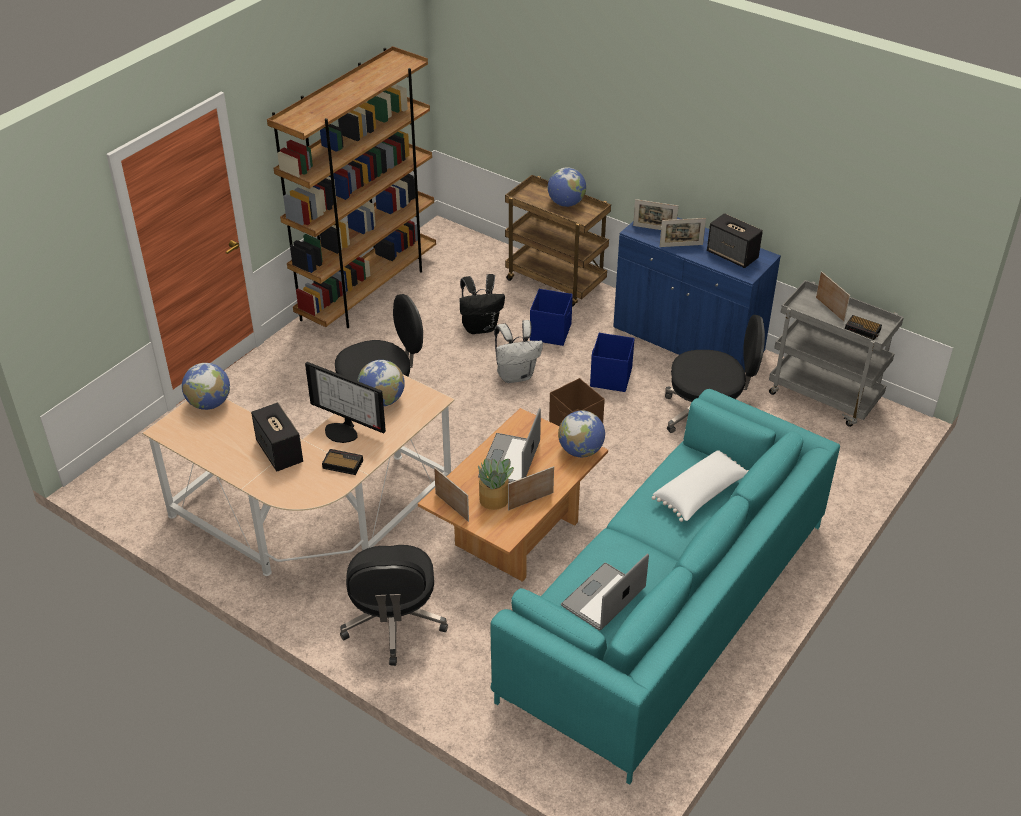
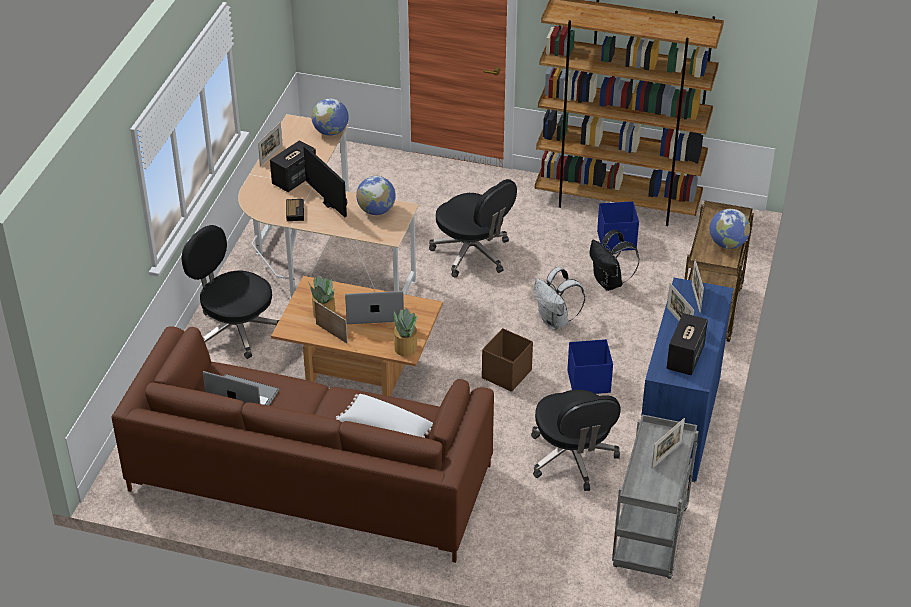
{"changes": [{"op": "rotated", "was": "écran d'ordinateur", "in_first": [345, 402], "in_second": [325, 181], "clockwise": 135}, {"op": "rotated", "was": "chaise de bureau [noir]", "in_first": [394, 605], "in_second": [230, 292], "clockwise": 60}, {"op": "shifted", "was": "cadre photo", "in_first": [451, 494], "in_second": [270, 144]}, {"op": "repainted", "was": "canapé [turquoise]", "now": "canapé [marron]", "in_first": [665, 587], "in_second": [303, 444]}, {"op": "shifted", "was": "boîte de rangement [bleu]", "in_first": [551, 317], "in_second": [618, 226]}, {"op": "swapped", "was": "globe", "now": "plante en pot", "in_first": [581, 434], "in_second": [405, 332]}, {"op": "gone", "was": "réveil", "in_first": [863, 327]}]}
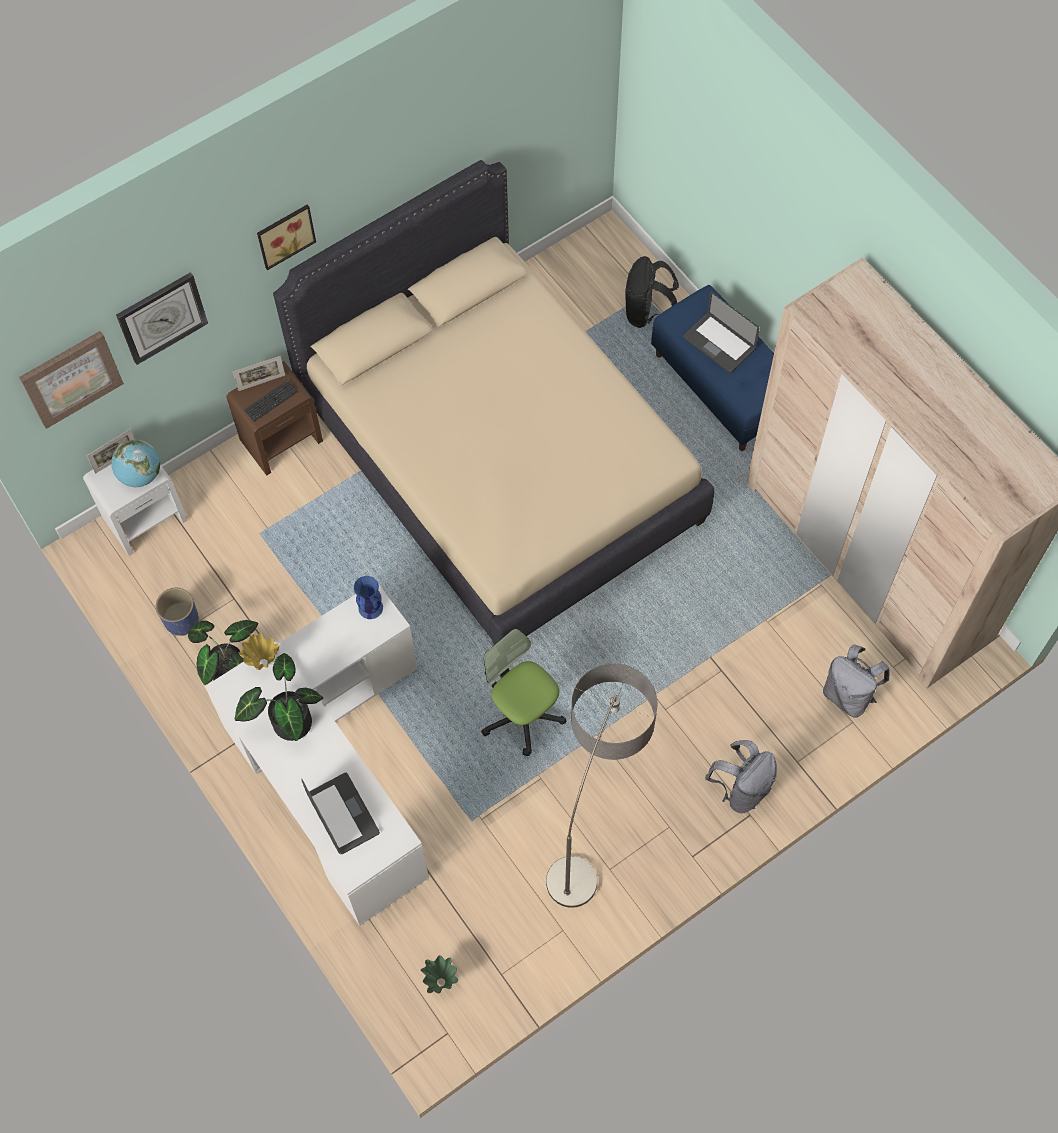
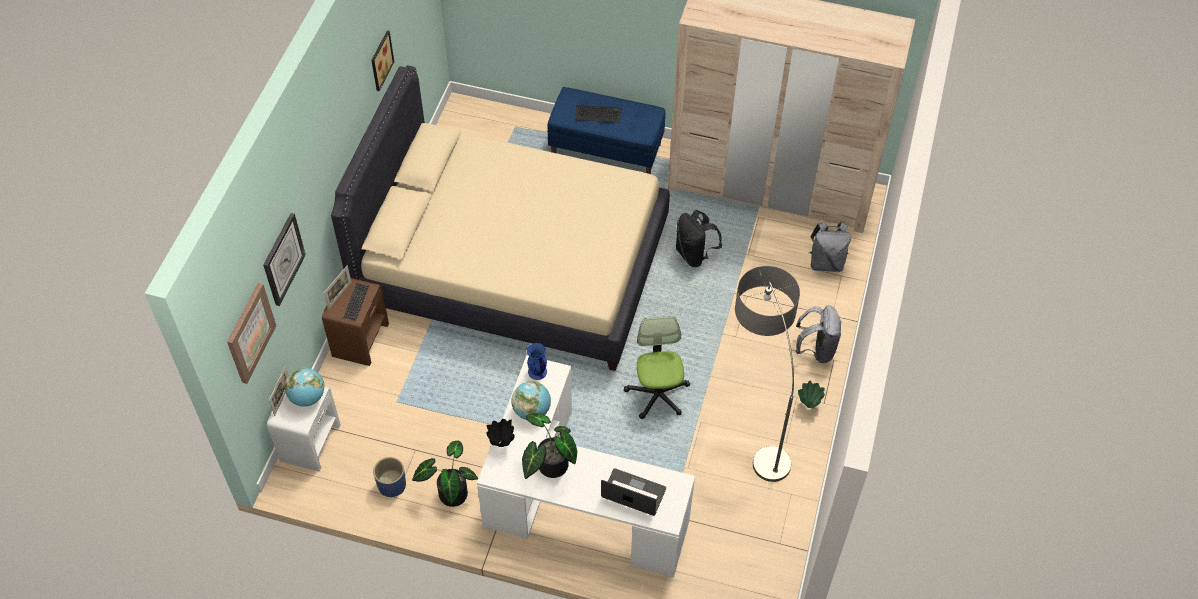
{"changes": [{"op": "repainted", "was": "vase [jaune]", "now": "vase [noir]", "in_first": [258, 652], "in_second": [500, 433]}, {"op": "shifted", "was": "tableau", "in_first": [286, 237], "in_second": [382, 61]}, {"op": "shifted", "was": "vase [vert]", "in_first": [439, 974], "in_second": [811, 394]}, {"op": "rotated", "was": "chaise de bureau", "in_first": [523, 692], "in_second": [657, 367], "clockwise": 75}, {"op": "shifted", "was": "sac à dos [noir]", "in_first": [652, 292], "in_second": [699, 238]}, {"op": "swapped", "was": "ordinateur portable", "now": "clavier", "in_first": [721, 332], "in_second": [599, 114]}, {"op": "new", "now": "globe", "in_second": [531, 400]}]}
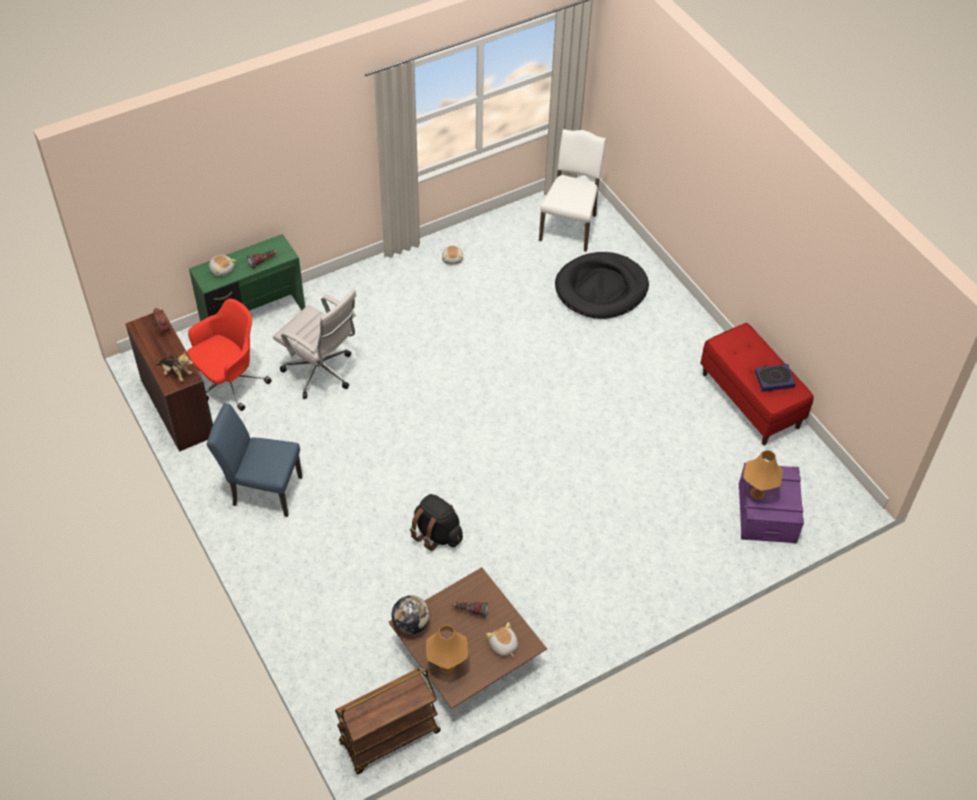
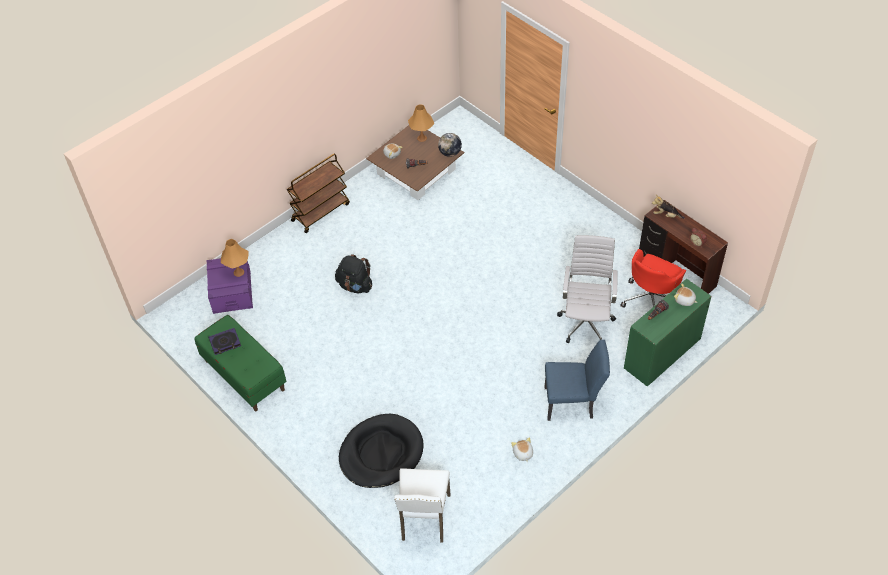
{"changes": [{"op": "shifted", "was": "chaise [bleu]", "in_first": [255, 460], "in_second": [577, 380]}, {"op": "rotated", "was": "chaise de bureau [blanc]", "in_first": [315, 344], "in_second": [587, 289], "clockwise": 75}, {"op": "shifted", "was": "chariot [marron]", "in_first": [388, 721], "in_second": [318, 193]}, {"op": "shifted", "was": "sac à dos [noir]", "in_first": [436, 522], "in_second": [353, 273]}, {"op": "repainted", "was": "banc [rouge]", "now": "banc [vert]", "in_first": [757, 384], "in_second": [240, 363]}]}
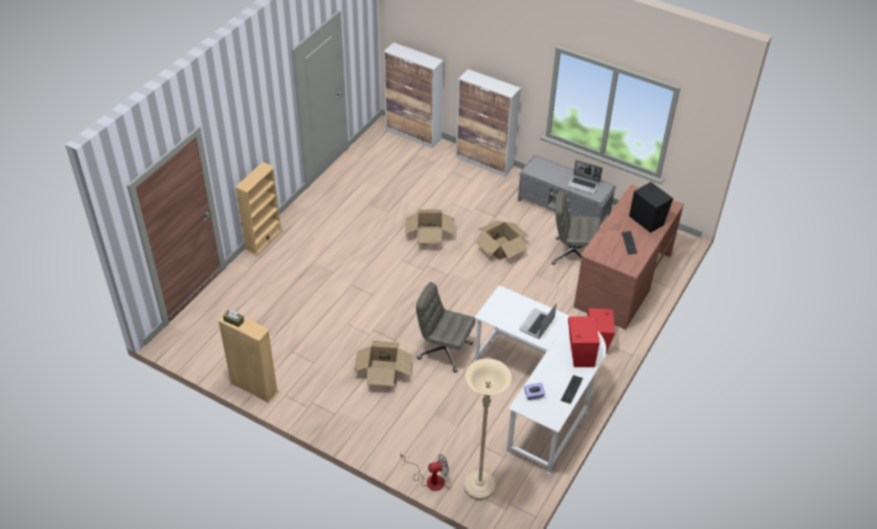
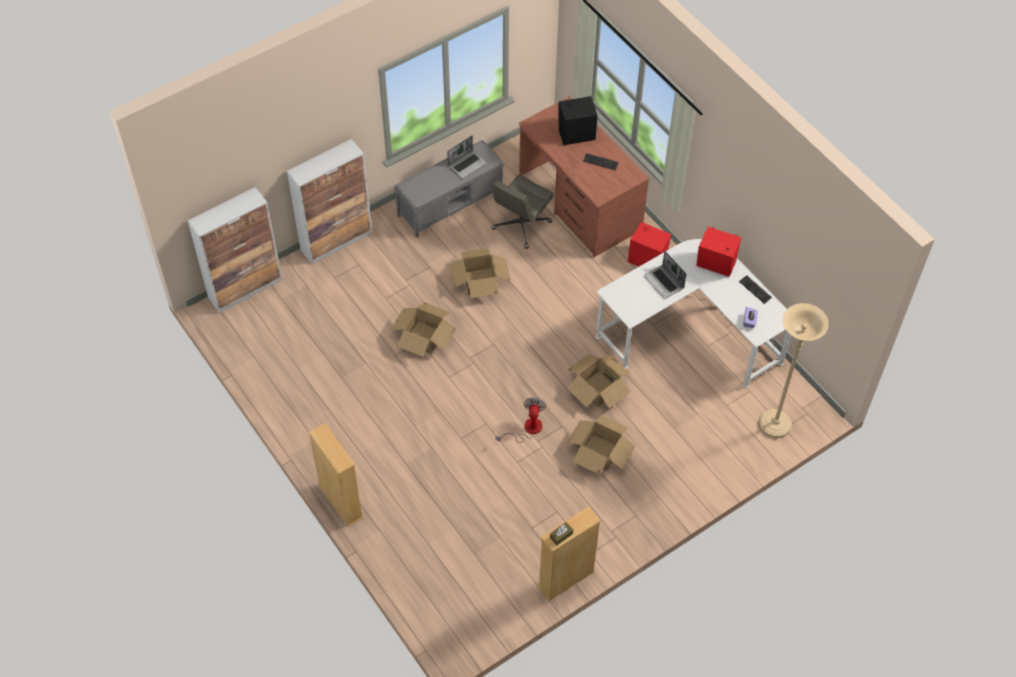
{"changes": [{"op": "shifted", "was": "ventilateur", "in_first": [424, 471], "in_second": [520, 420]}, {"op": "swapped", "was": "chaise de bureau [gris]", "now": "carton", "in_first": [446, 327], "in_second": [599, 381]}]}
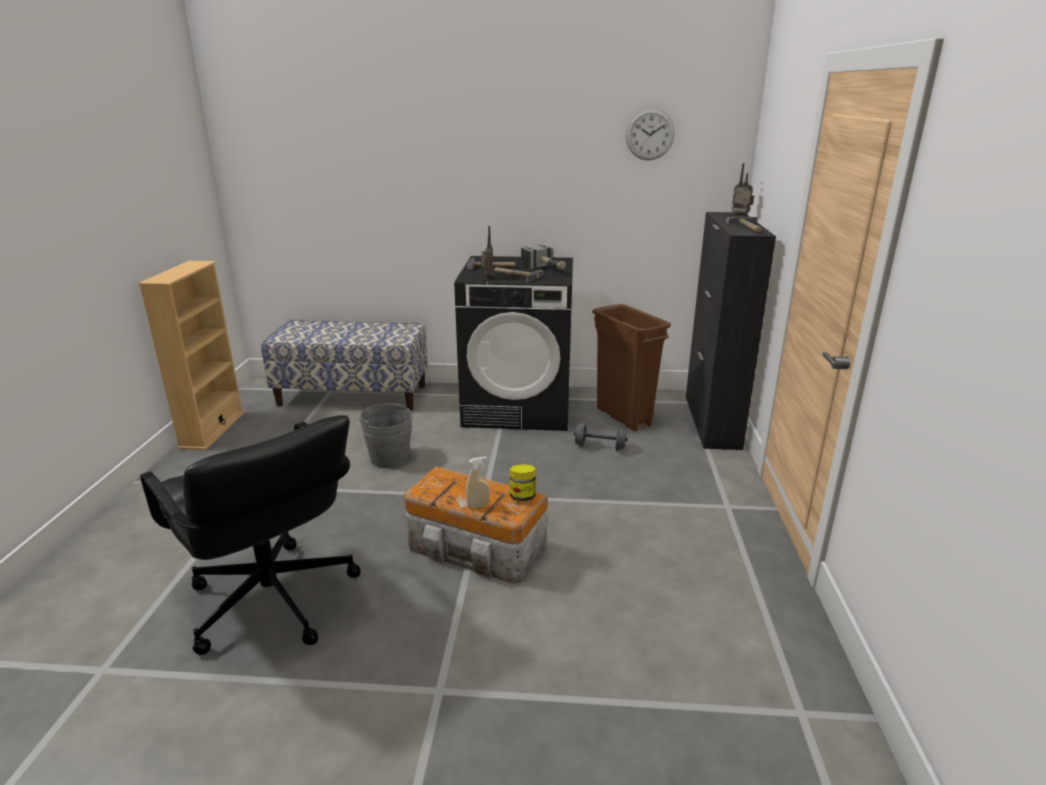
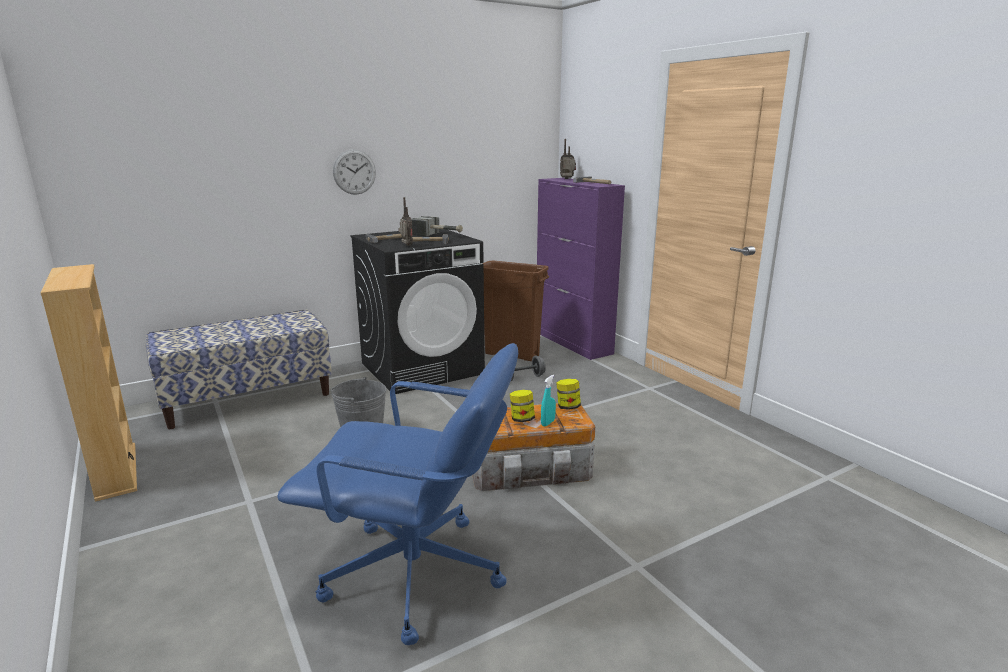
{"changes": [{"op": "repainted", "was": "chaise de bureau [noir]", "now": "chaise de bureau [bleu]", "in_first": [250, 535], "in_second": [397, 494]}, {"op": "repainted", "was": "vaporisateur [beige]", "now": "vaporisateur [turquoise]", "in_first": [478, 483], "in_second": [548, 400]}, {"op": "shifted", "was": "horloge murale", "in_first": [650, 134], "in_second": [354, 172]}, {"op": "repainted", "was": "meuble de rangement [noir]", "now": "meuble de rangement [violet]", "in_first": [731, 331], "in_second": [581, 269]}, {"op": "new", "now": "bocal", "in_second": [522, 406]}]}
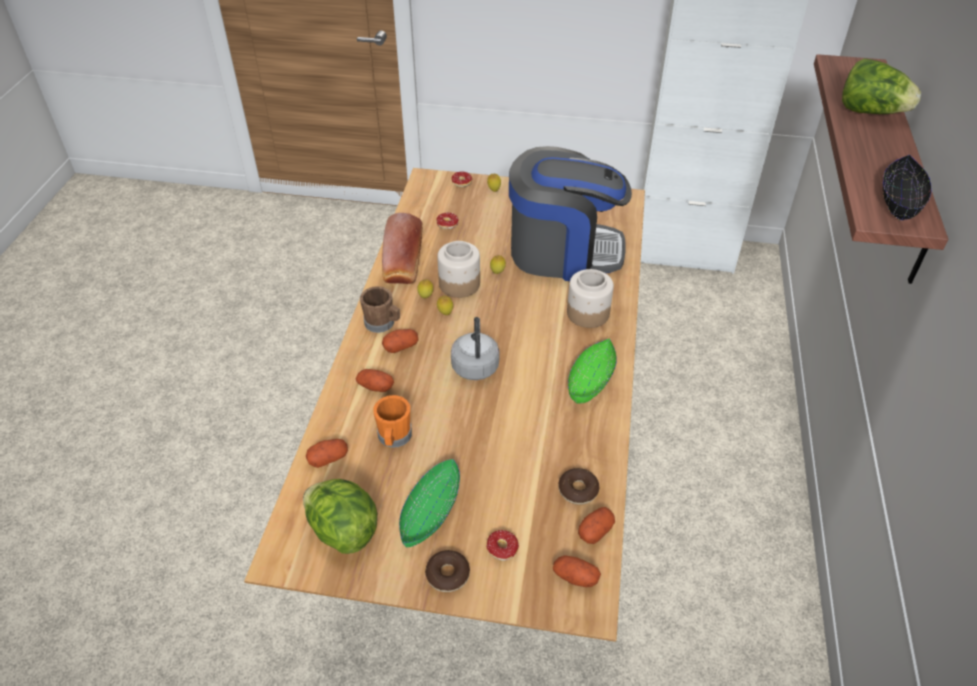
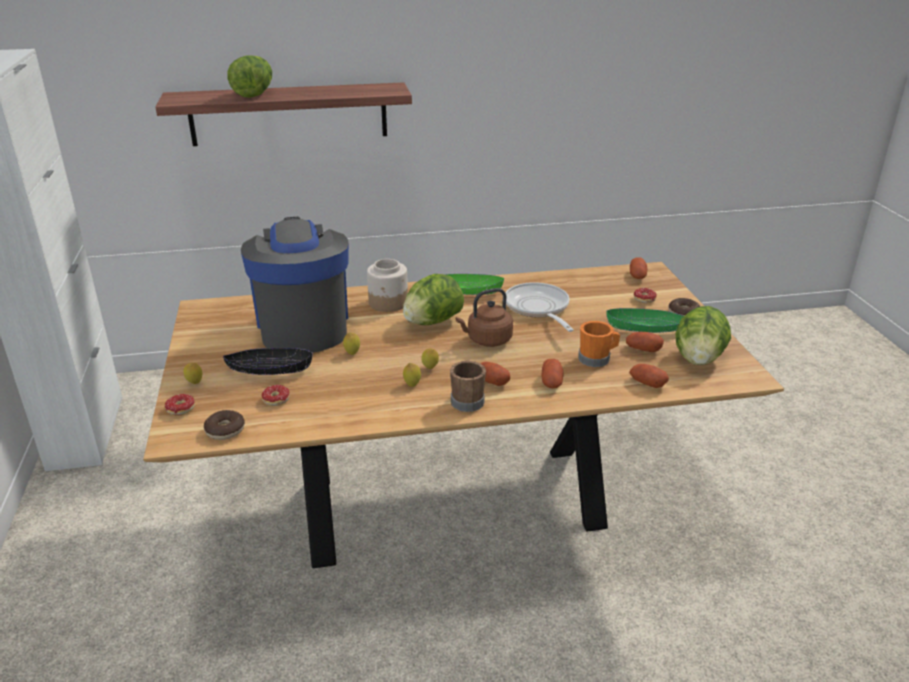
{"changes": [{"op": "gone", "was": "pain", "in_first": [402, 248]}, {"op": "gone", "was": "bocal", "in_first": [458, 269]}, {"op": "repainted", "was": "bouilloire [gris]", "now": "bouilloire [marron]", "in_first": [475, 348], "in_second": [484, 317]}, {"op": "shifted", "was": "beignet", "in_first": [579, 486], "in_second": [224, 425]}, {"op": "shifted", "was": "pomme de terre", "in_first": [596, 525], "in_second": [645, 342]}, {"op": "shifted", "was": "bol [noir]", "in_first": [907, 188], "in_second": [268, 361]}, {"op": "new", "now": "laitue", "in_second": [433, 299]}, {"op": "new", "now": "poêle", "in_second": [539, 307]}]}
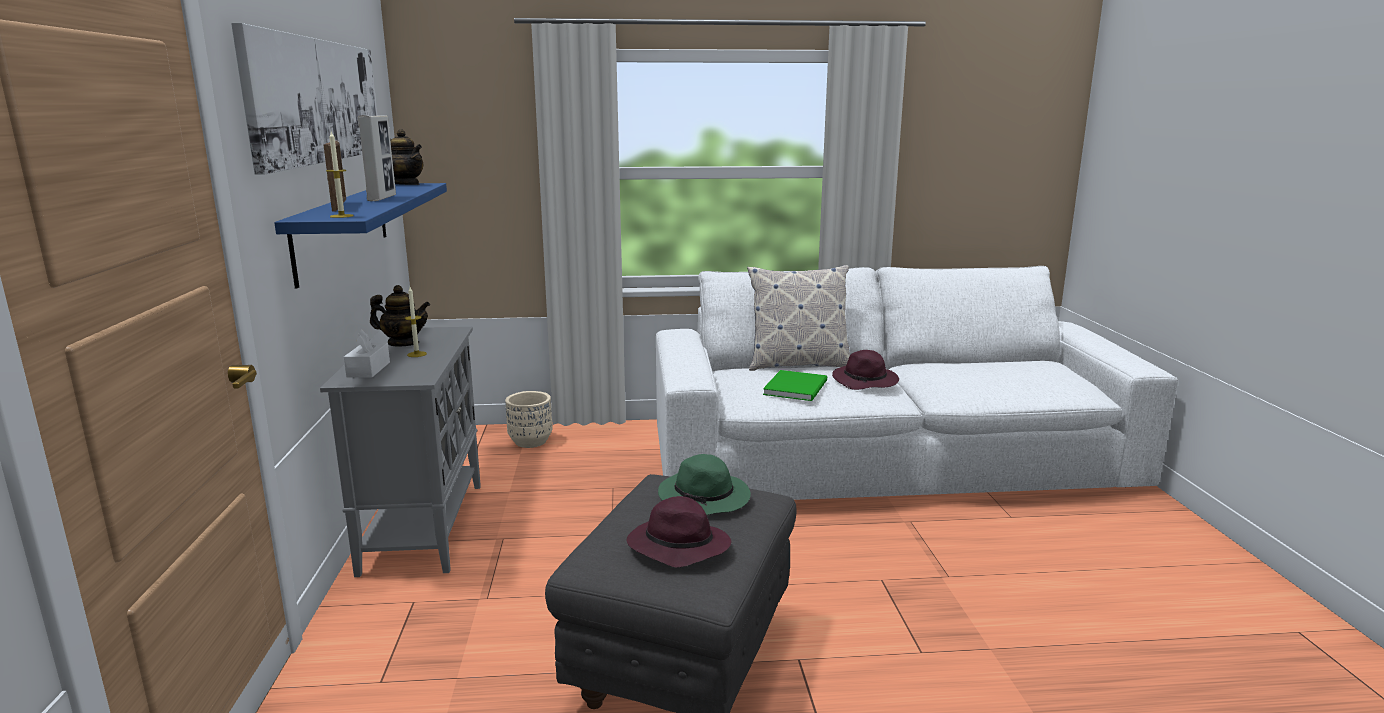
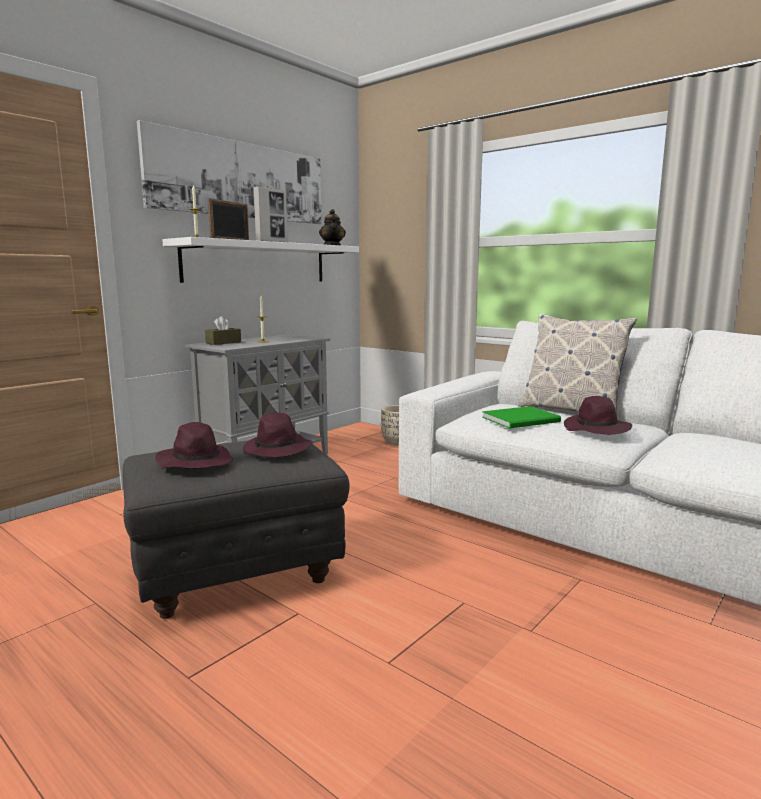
{"changes": [{"op": "repainted", "was": "étagère [bleu]", "now": "étagère [blanc]", "in_first": [360, 236], "in_second": [260, 260]}, {"op": "repainted", "was": "boîte à mouchoirs [blanc]", "now": "boîte à mouchoirs [marron]", "in_first": [367, 354], "in_second": [223, 330]}, {"op": "gone", "was": "théière", "in_first": [400, 315]}, {"op": "repainted", "was": "chapeau [vert]", "now": "chapeau [violet]", "in_first": [704, 484], "in_second": [278, 435]}]}
